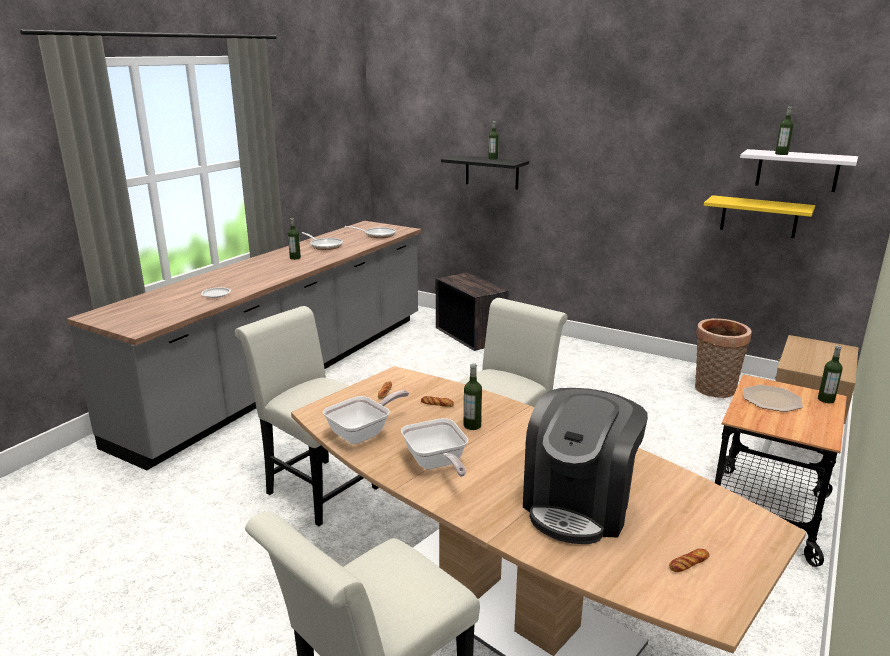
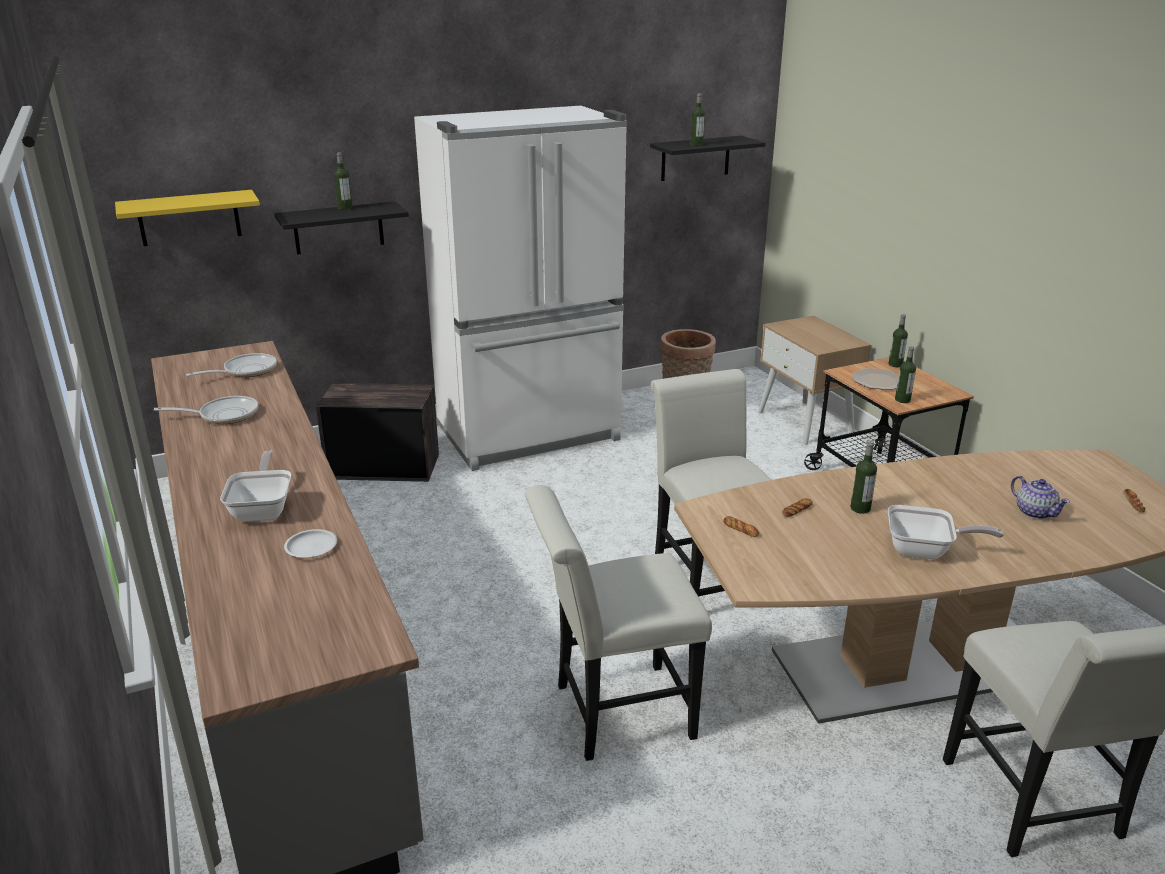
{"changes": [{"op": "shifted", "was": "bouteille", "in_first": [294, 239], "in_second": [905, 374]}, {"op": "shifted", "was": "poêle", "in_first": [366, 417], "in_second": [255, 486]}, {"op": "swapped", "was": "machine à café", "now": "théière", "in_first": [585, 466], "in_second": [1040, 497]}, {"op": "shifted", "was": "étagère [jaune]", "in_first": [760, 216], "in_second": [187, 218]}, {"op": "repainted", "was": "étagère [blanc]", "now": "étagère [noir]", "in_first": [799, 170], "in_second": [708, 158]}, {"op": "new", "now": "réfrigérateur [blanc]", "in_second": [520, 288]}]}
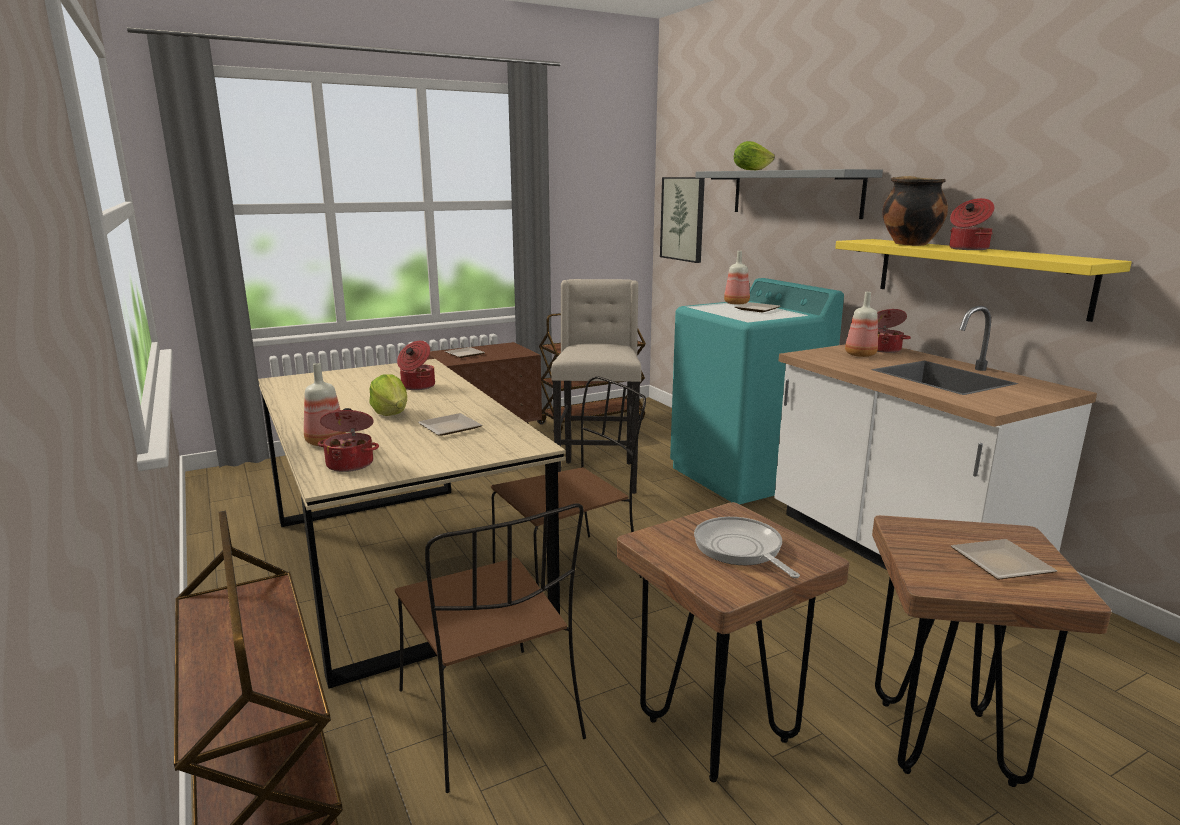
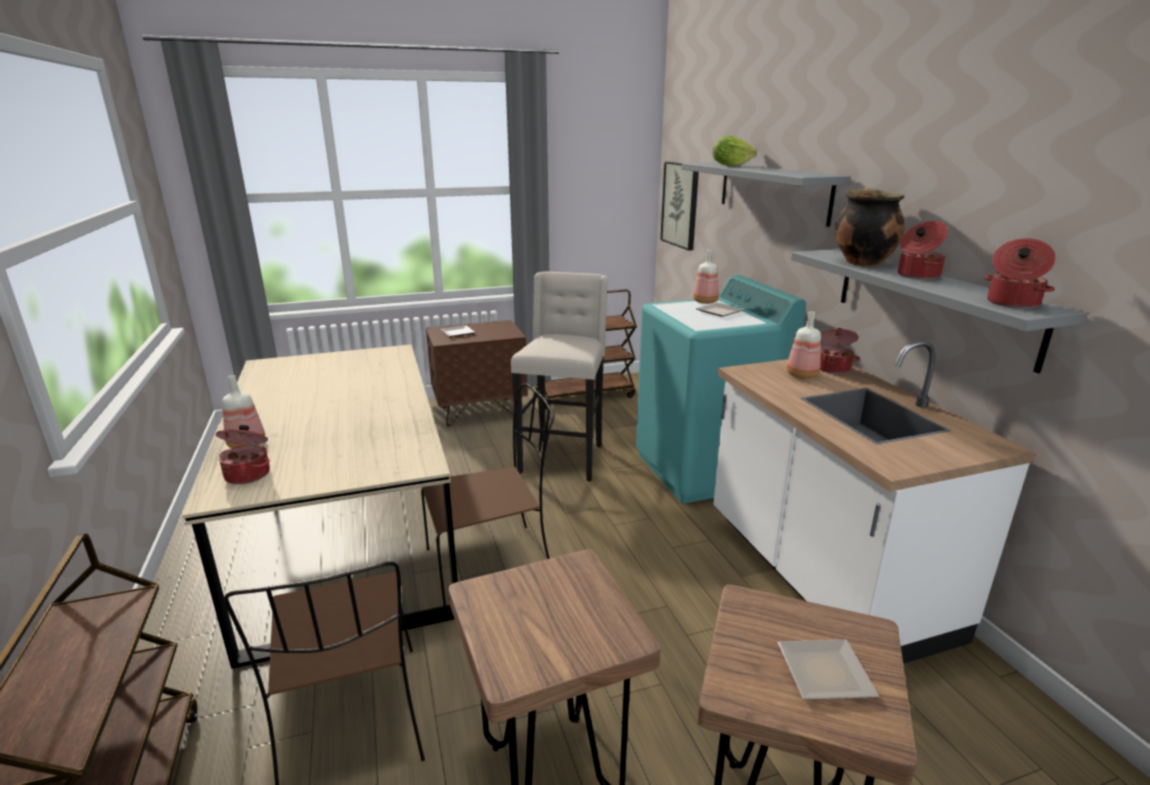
{"changes": [{"op": "gone", "was": "laitue", "in_first": [388, 395]}, {"op": "shifted", "was": "marmite", "in_first": [416, 365], "in_second": [1020, 273]}, {"op": "gone", "was": "assiette", "in_first": [450, 424]}, {"op": "gone", "was": "poêle", "in_first": [747, 547]}, {"op": "repainted", "was": "étagère [jaune]", "now": "étagère [gris]", "in_first": [983, 280], "in_second": [939, 311]}]}
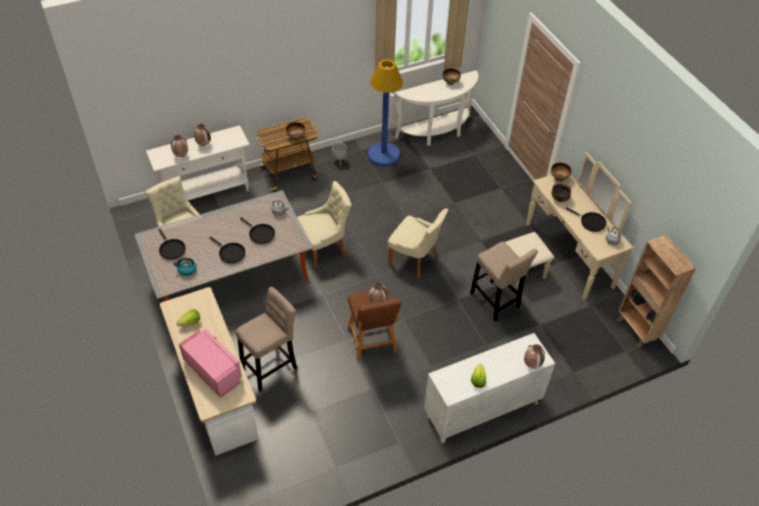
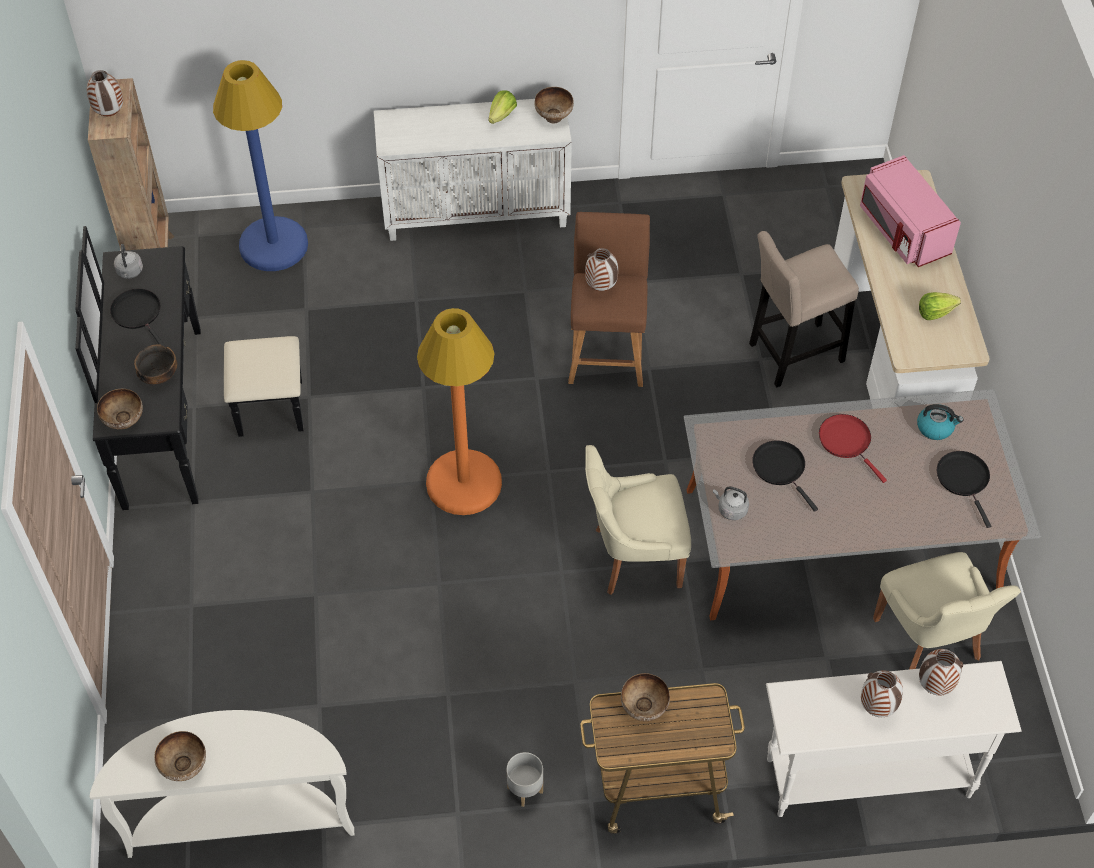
{"changes": [{"op": "repainted", "was": "poêle [noir]", "now": "poêle [rouge]", "in_first": [227, 250], "in_second": [853, 448]}, {"op": "shifted", "was": "lampadaire [bleu]", "in_first": [385, 112], "in_second": [260, 165]}, {"op": "swapped", "was": "chaise [beige]", "now": "lampadaire [orange]", "in_first": [418, 243], "in_second": [459, 411]}, {"op": "gone", "was": "tabouret [beige]", "in_first": [504, 281]}, {"op": "repainted", "was": "commode [beige]", "now": "commode [noir]", "in_first": [569, 226], "in_second": [189, 368]}, {"op": "shifted", "was": "vase", "in_first": [534, 356], "in_second": [105, 93]}, {"op": "new", "now": "bol", "in_second": [554, 105]}]}
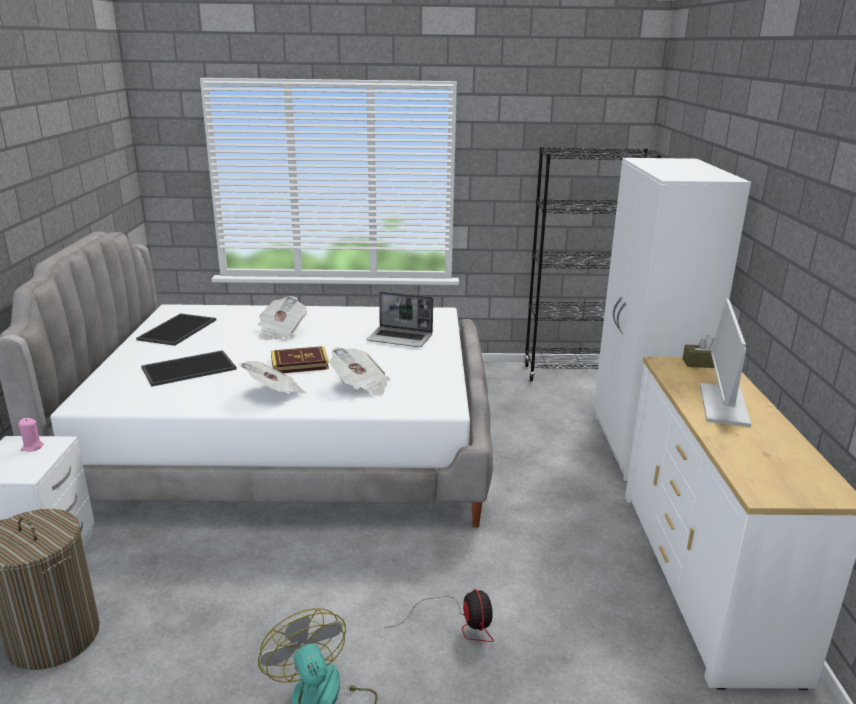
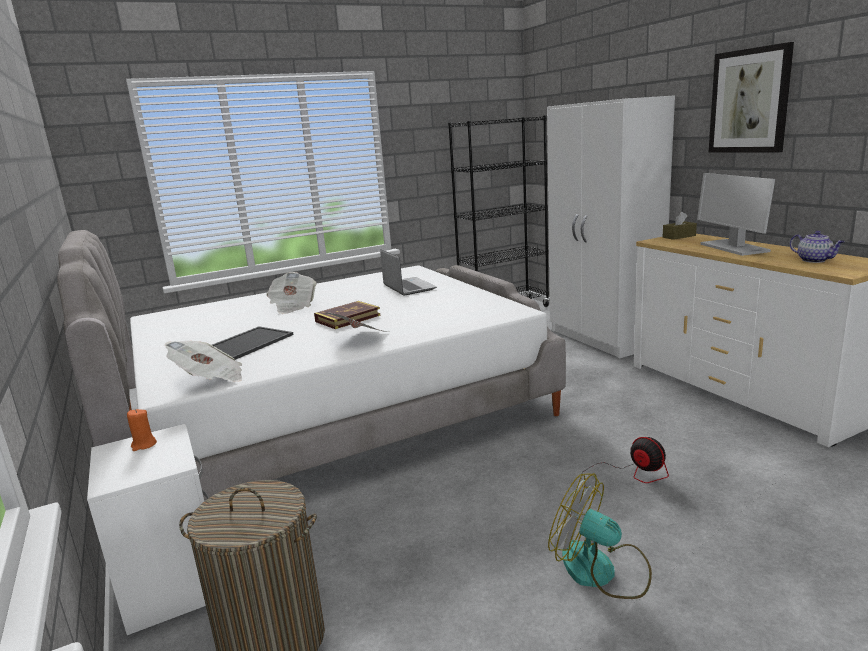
{"changes": [{"op": "repainted", "was": "bougie [rose]", "now": "bougie [orange]", "in_first": [31, 435], "in_second": [142, 430]}, {"op": "gone", "was": "plateau", "in_first": [176, 329]}, {"op": "shifted", "was": "journal", "in_first": [359, 371], "in_second": [203, 361]}, {"op": "rotated", "was": "ordinateur portable", "in_first": [400, 319], "in_second": [408, 272], "clockwise": -105}, {"op": "new", "now": "tableau", "in_second": [751, 97]}, {"op": "new", "now": "théière", "in_second": [817, 247]}]}
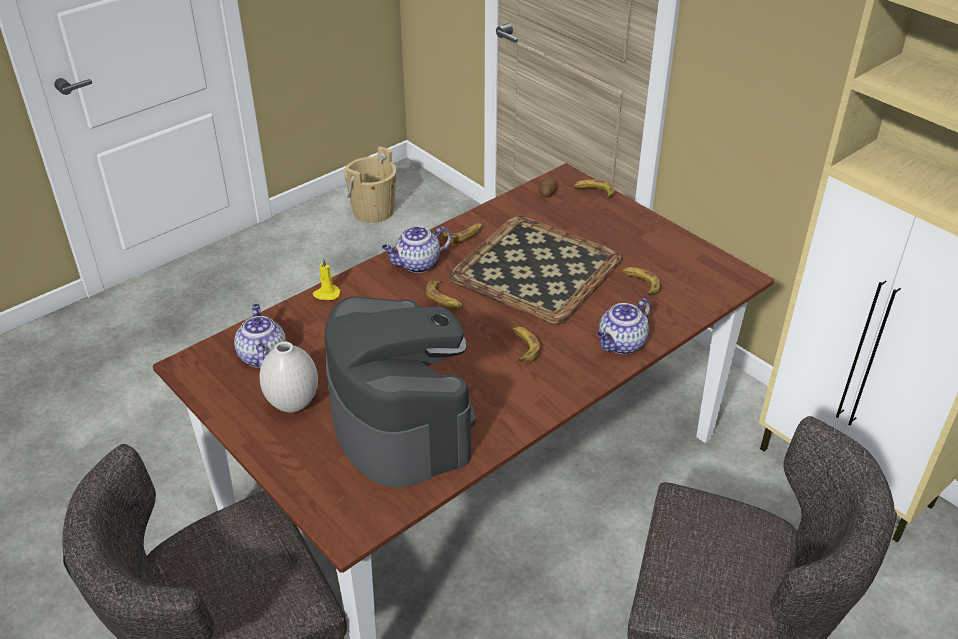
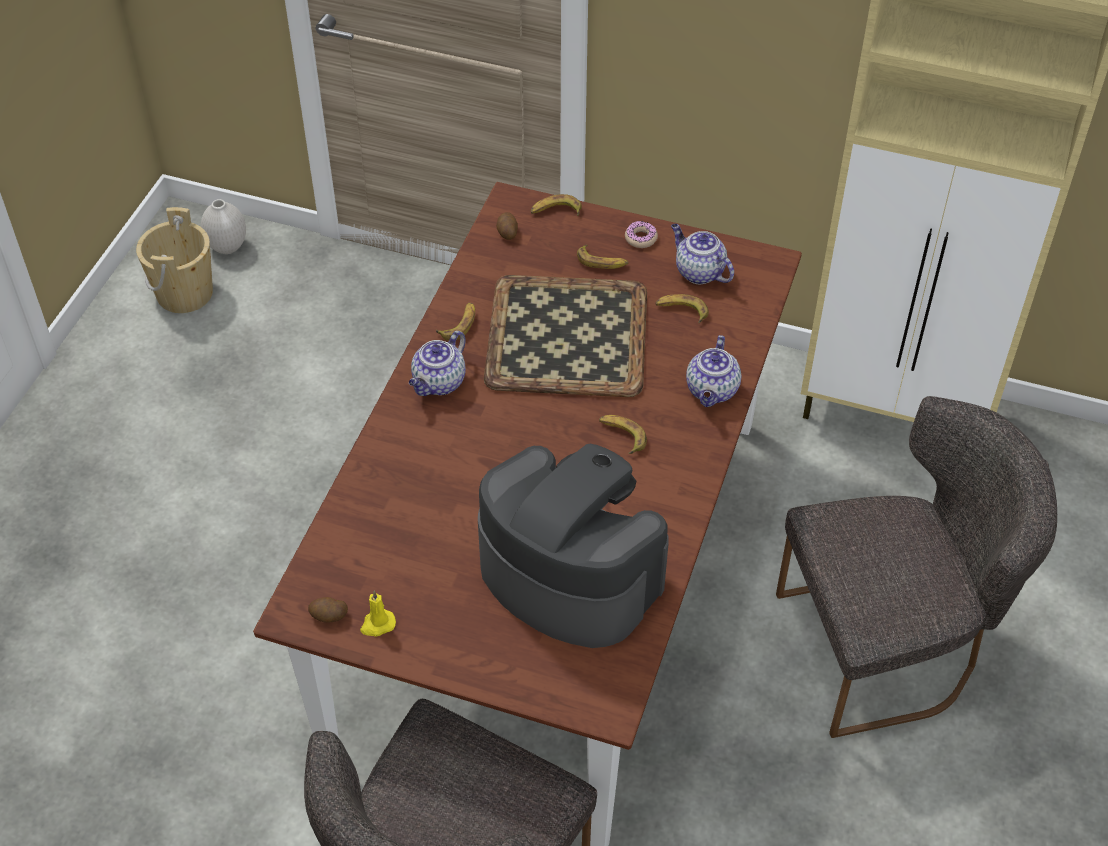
{"changes": [{"op": "shifted", "was": "théière", "in_first": [260, 336], "in_second": [702, 254]}, {"op": "shifted", "was": "vase [blanc]", "in_first": [288, 377], "in_second": [223, 226]}, {"op": "shifted", "was": "bougie [jaune]", "in_first": [327, 279], "in_second": [378, 614]}, {"op": "shifted", "was": "banane", "in_first": [444, 294], "in_second": [602, 257]}, {"op": "new", "now": "pomme de terre", "in_second": [328, 610]}, {"op": "new", "now": "beignet", "in_second": [641, 234]}]}
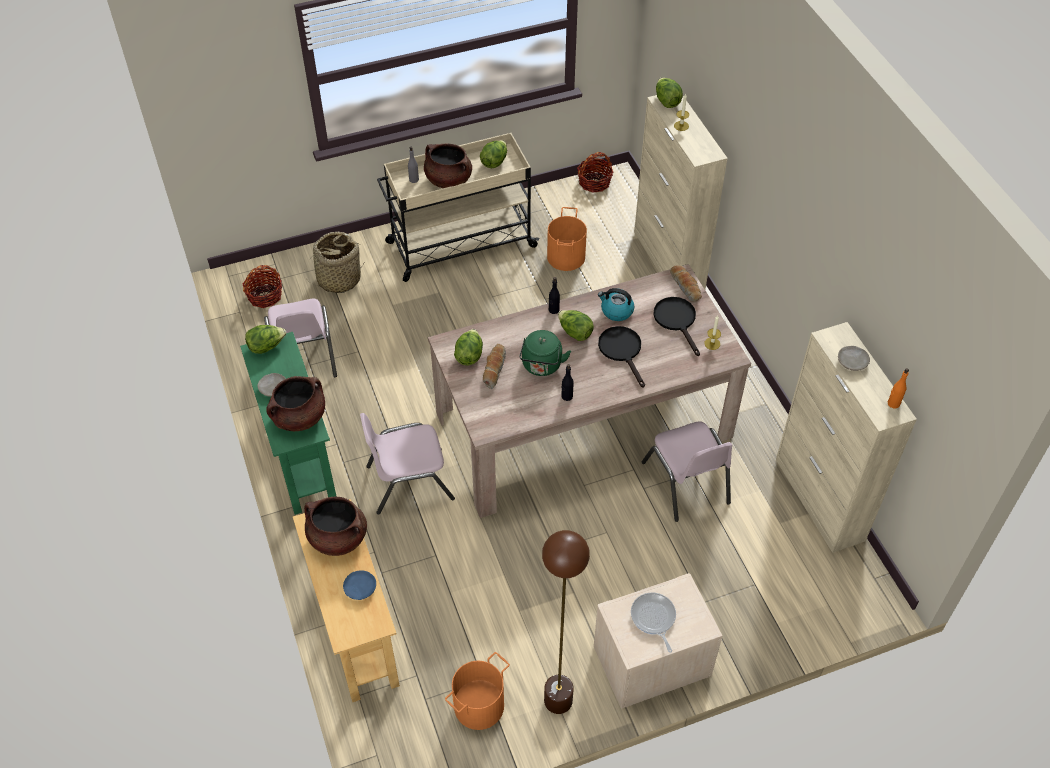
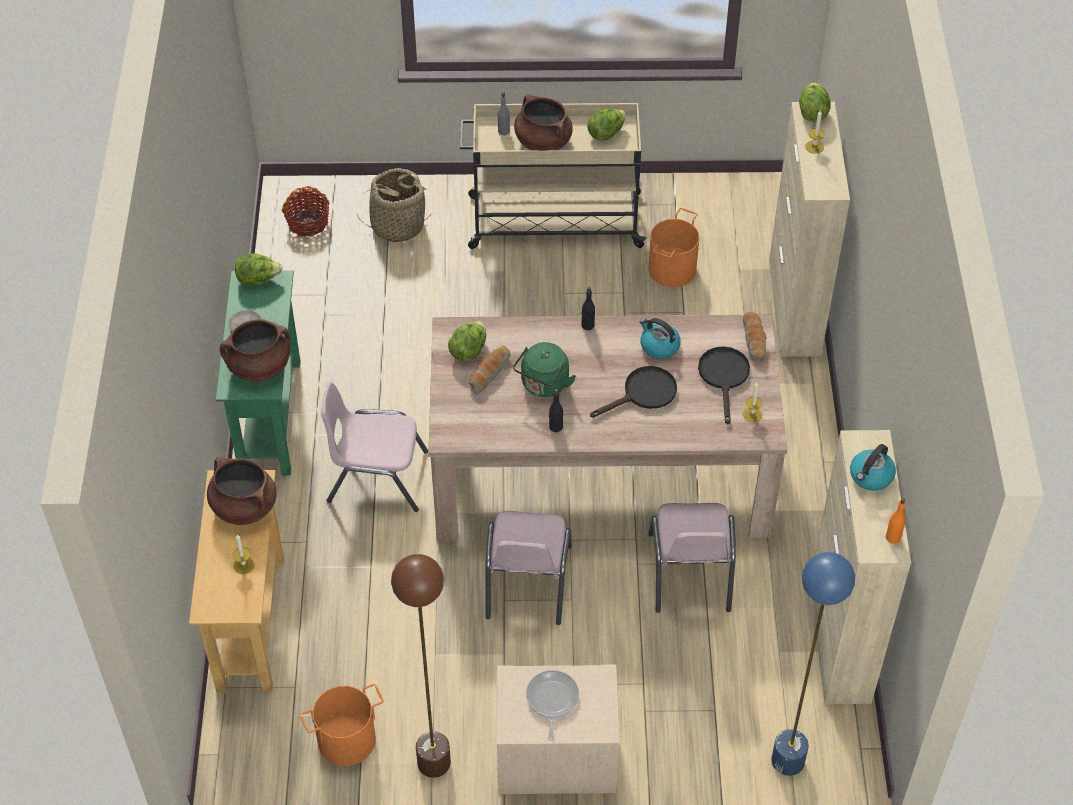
{"changes": [{"op": "shifted", "was": "chaise [rose]", "in_first": [300, 338], "in_second": [528, 568]}, {"op": "swapped", "was": "assiette [bleu]", "now": "bougie", "in_first": [359, 585], "in_second": [243, 554]}, {"op": "gone", "was": "laitue", "in_first": [576, 325]}, {"op": "gone", "was": "panier", "in_first": [595, 172]}, {"op": "rotated", "was": "poêle [noir]", "in_first": [621, 357], "in_second": [633, 392], "clockwise": 60}, {"op": "swapped", "was": "assiette [beige]", "now": "bouilloire", "in_first": [854, 358], "in_second": [873, 467]}, {"op": "new", "now": "lampadaire [bleu]", "in_second": [813, 664]}]}
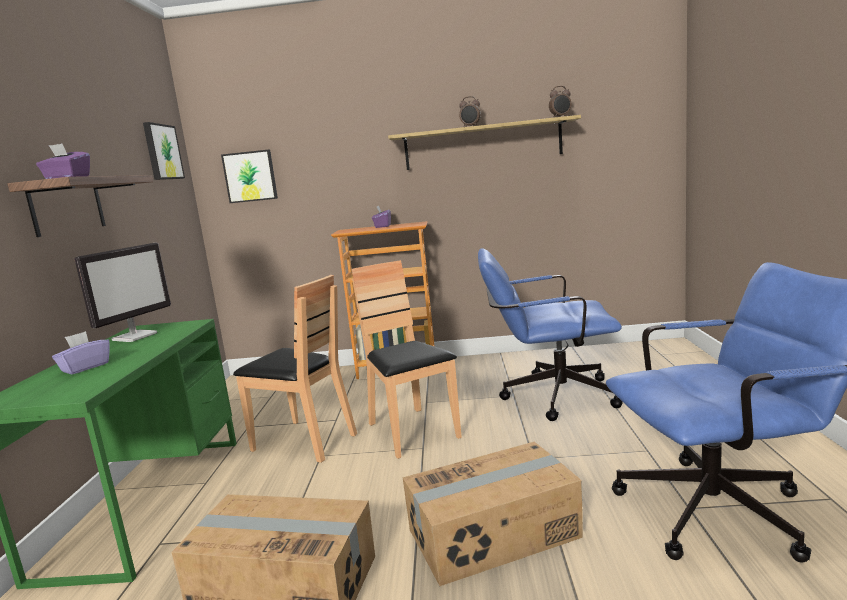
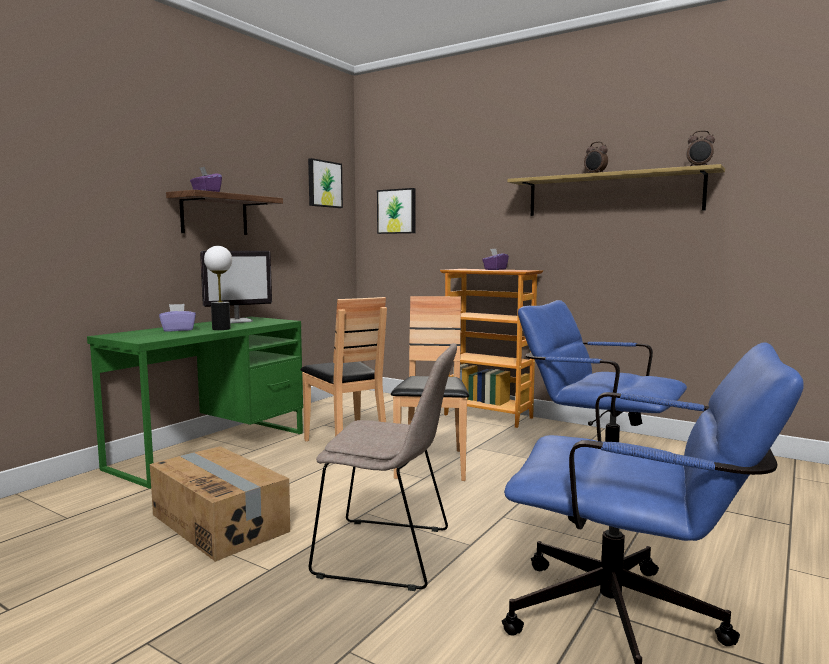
{"changes": [{"op": "swapped", "was": "carton", "now": "chaise [beige]", "in_first": [492, 514], "in_second": [383, 467]}, {"op": "new", "now": "lampe de table", "in_second": [218, 288]}]}
